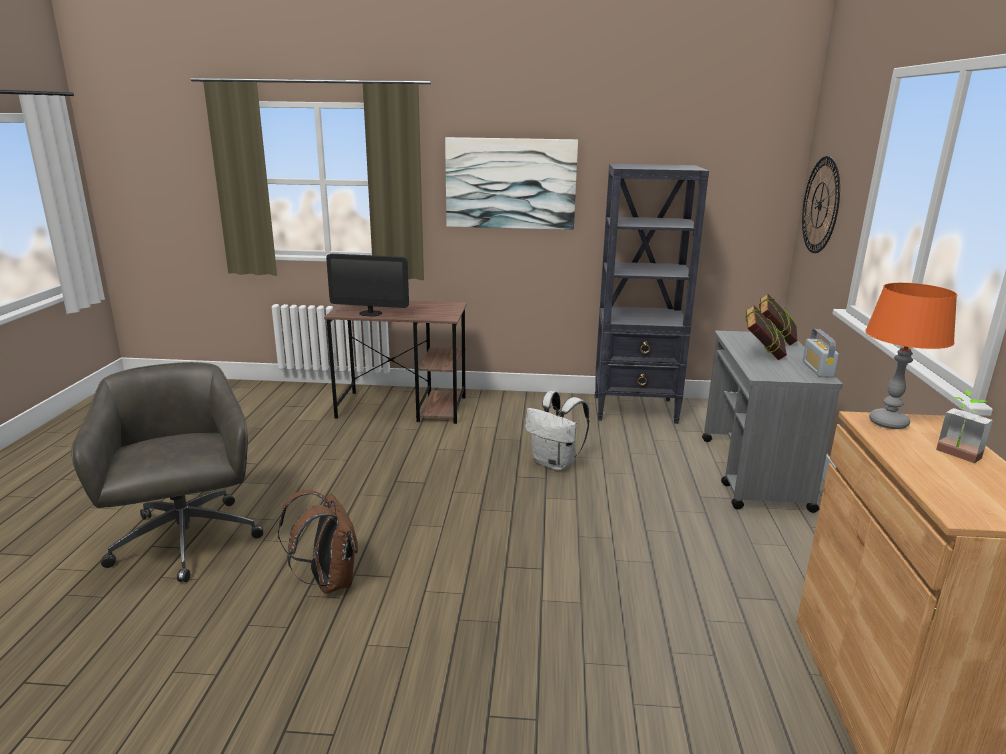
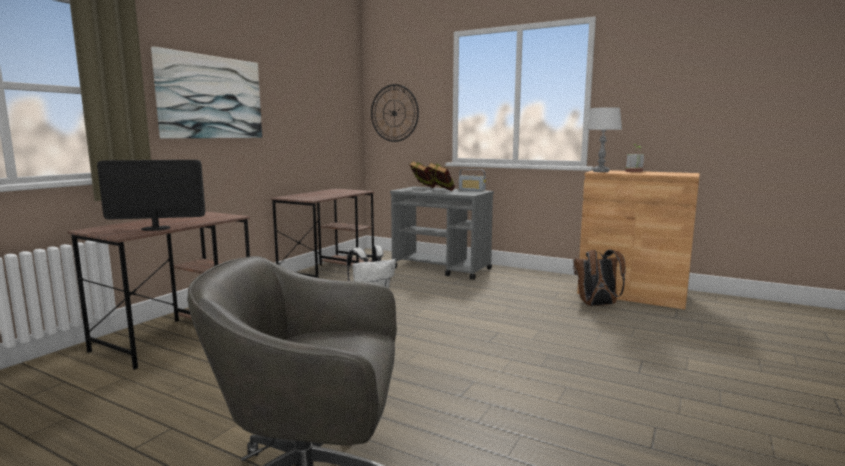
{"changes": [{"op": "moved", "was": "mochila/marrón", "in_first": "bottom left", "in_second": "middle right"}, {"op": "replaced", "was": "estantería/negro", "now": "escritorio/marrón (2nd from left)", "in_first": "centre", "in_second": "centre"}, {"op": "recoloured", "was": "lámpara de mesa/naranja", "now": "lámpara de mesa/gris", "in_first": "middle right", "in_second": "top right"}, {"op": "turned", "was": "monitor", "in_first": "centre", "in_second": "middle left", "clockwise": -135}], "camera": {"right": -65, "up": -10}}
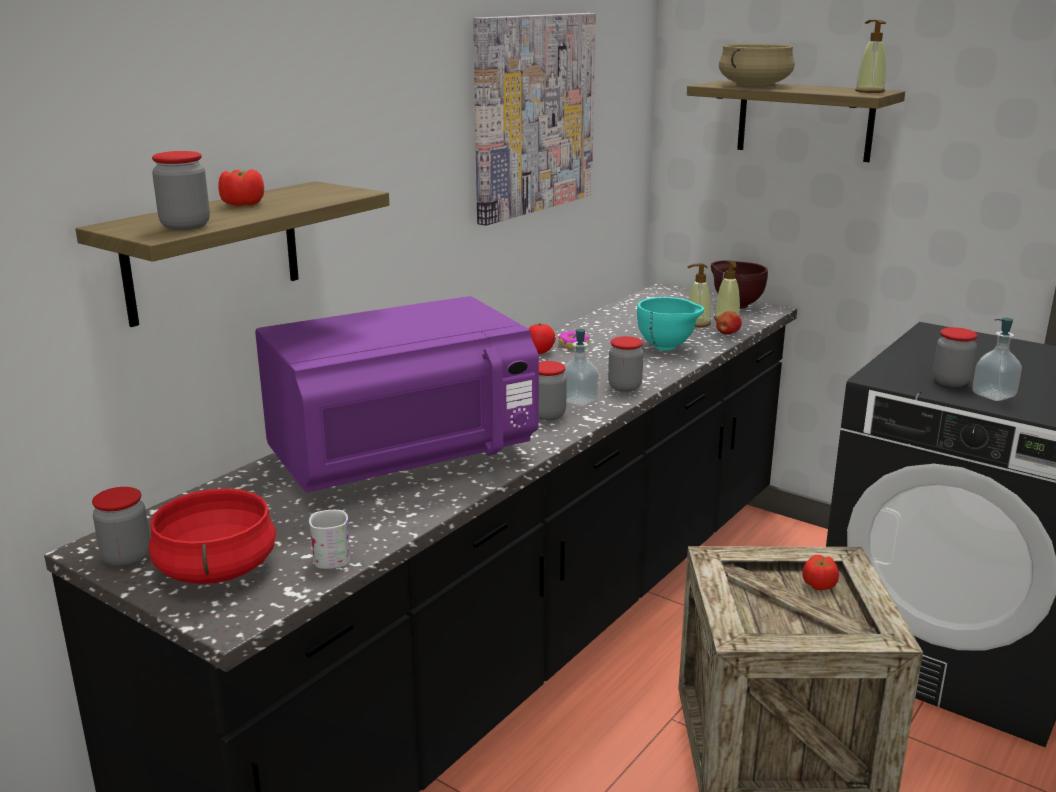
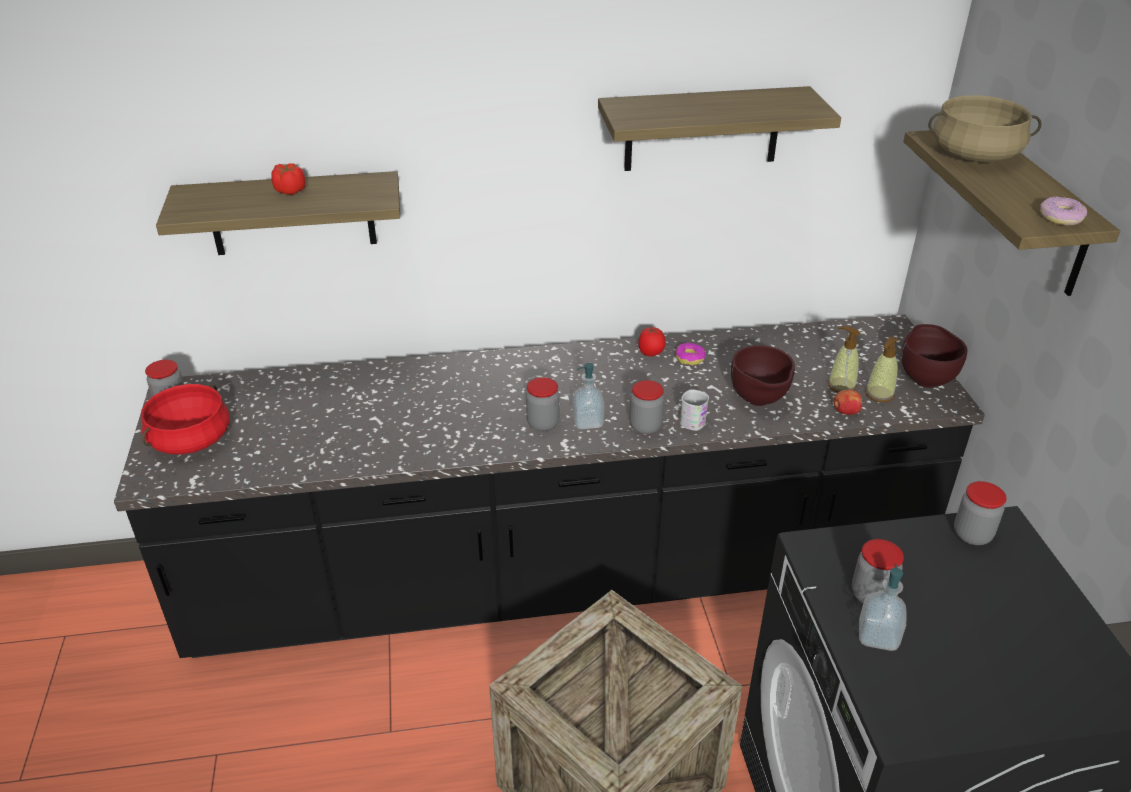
{"changes": [{"op": "removed", "was": "microondas/morado", "in_first": "centre"}, {"op": "removed", "was": "tomate (3rd from left)", "in_first": "bottom right"}, {"op": "moved", "was": "tarro (2nd from left in the first image)", "now": "tarro (5th from left)", "in_first": "top left", "in_second": "middle right"}, {"op": "moved", "was": "taza grande/blanco", "in_first": "bottom left", "in_second": "centre"}, {"op": "replaced", "was": "cuadro", "now": "estante (2nd from left)", "in_first": "top centre", "in_second": "top centre"}, {"op": "replaced", "was": "dispensador de jabón (4th from left)", "now": "rosquilla (2nd from left)", "in_first": "top right", "in_second": "top right"}, {"op": "recoloured", "was": "cuenco/turquesa", "now": "cuenco/marrón (1st from left)", "in_first": "centre", "in_second": "middle right"}], "camera": {"right": 45, "up": 15}}
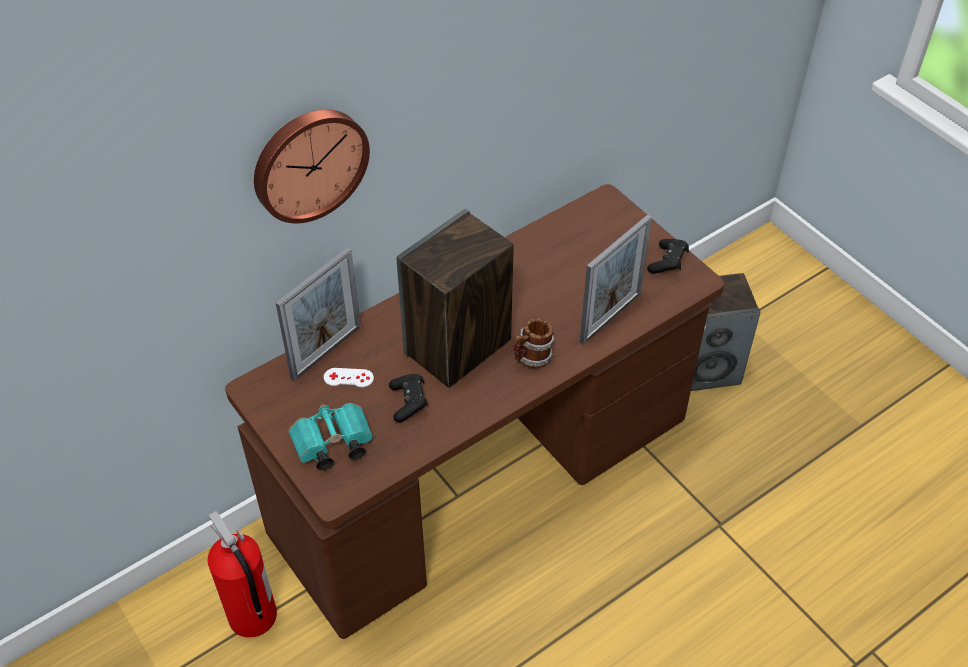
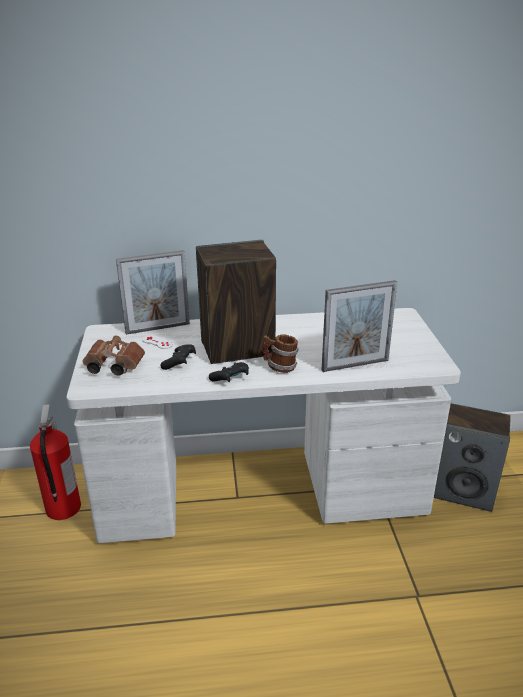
{"changes": [{"op": "removed", "was": "reloj de pared", "in_first": "top left"}, {"op": "moved", "was": "mando de consola/negro (2nd from left)", "in_first": "middle right", "in_second": "centre"}, {"op": "recoloured", "was": "escritorio/marrón", "now": "escritorio/blanco", "in_first": "centre", "in_second": "centre"}, {"op": "recoloured", "was": "prismáticos/turquesa", "now": "prismáticos/marrón", "in_first": "centre", "in_second": "middle left"}], "camera": {"right": 30, "up": -20}}
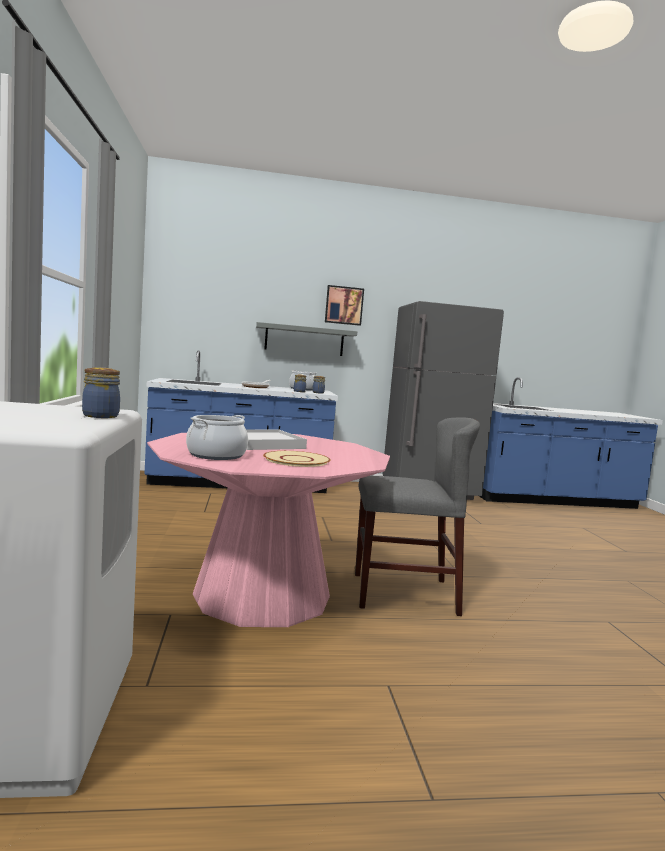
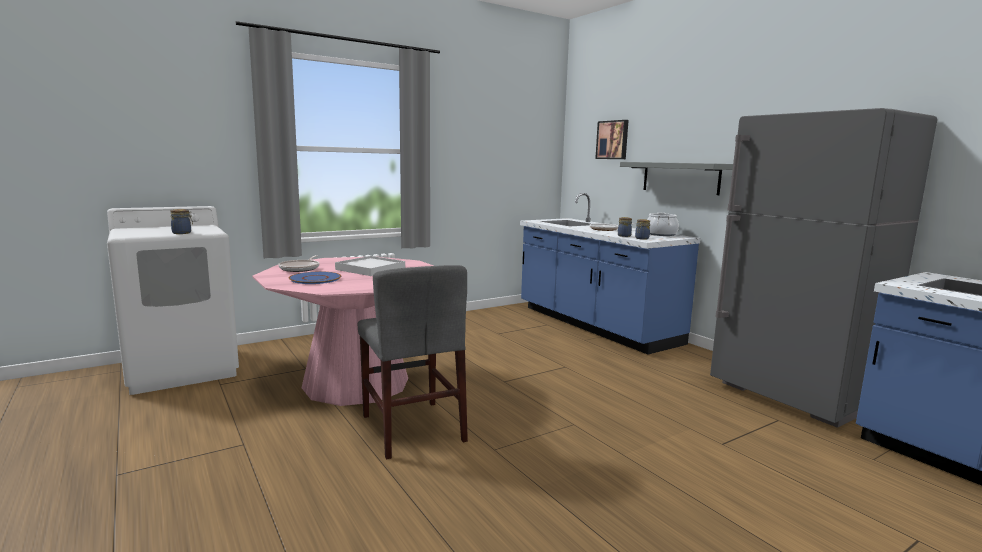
{"changes": [{"op": "moved", "was": "cuadro", "in_first": "centre", "in_second": "top centre"}, {"op": "replaced", "was": "olla (1st from left)", "now": "sartén (1st from left)", "in_first": "middle left", "in_second": "middle left"}, {"op": "recoloured", "was": "plato/beis", "now": "plato/azul", "in_first": "centre", "in_second": "middle left"}], "camera": {"right": 65, "up": 5}}
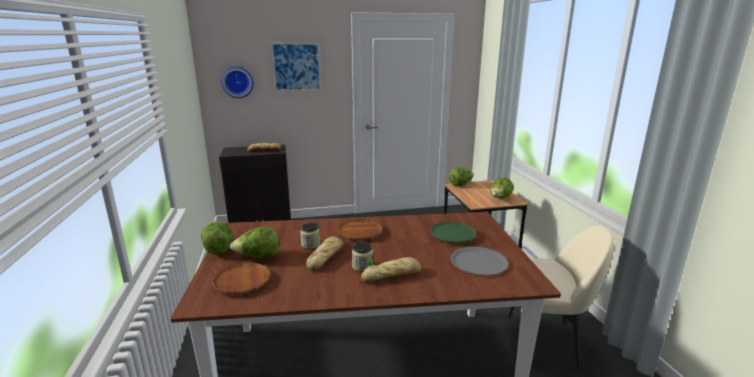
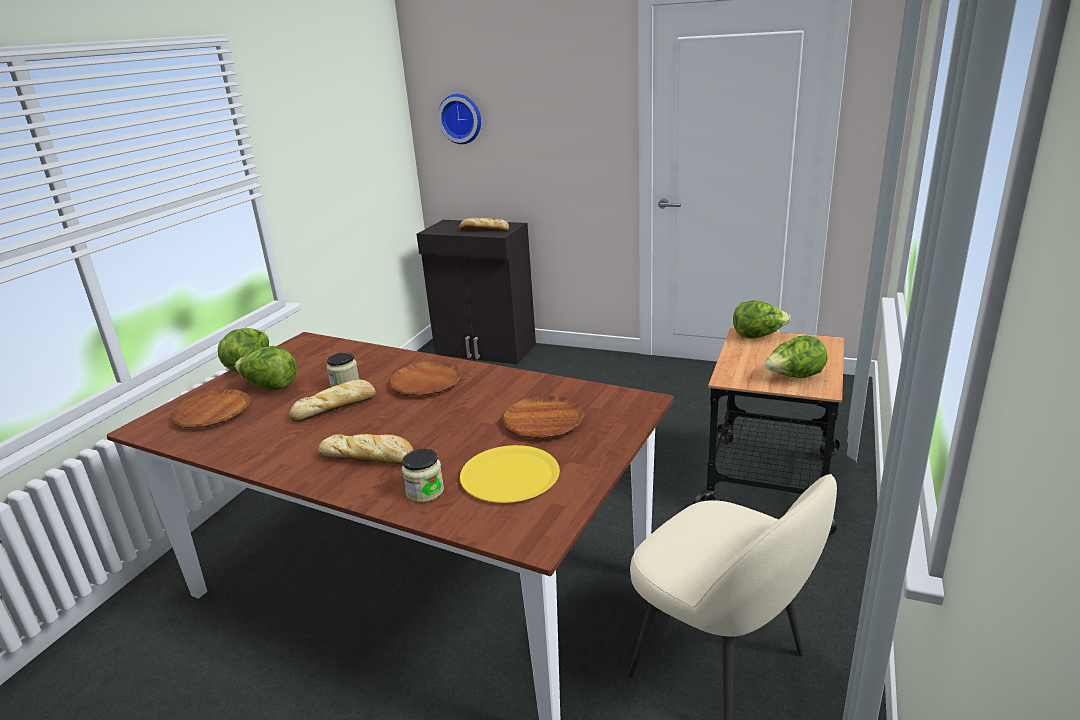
{"changes": [{"op": "removed", "was": "cuadro", "in_first": "top centre"}, {"op": "moved", "was": "tarro (2nd from left)", "in_first": "bottom centre", "in_second": "centre"}, {"op": "recoloured", "was": "plato/verde", "now": "plato/marrón (3rd from left)", "in_first": "centre", "in_second": "centre"}, {"op": "recoloured", "was": "plato/gris", "now": "plato/amarillo", "in_first": "bottom centre", "in_second": "centre"}], "camera": {"right": 35, "up": 5}}
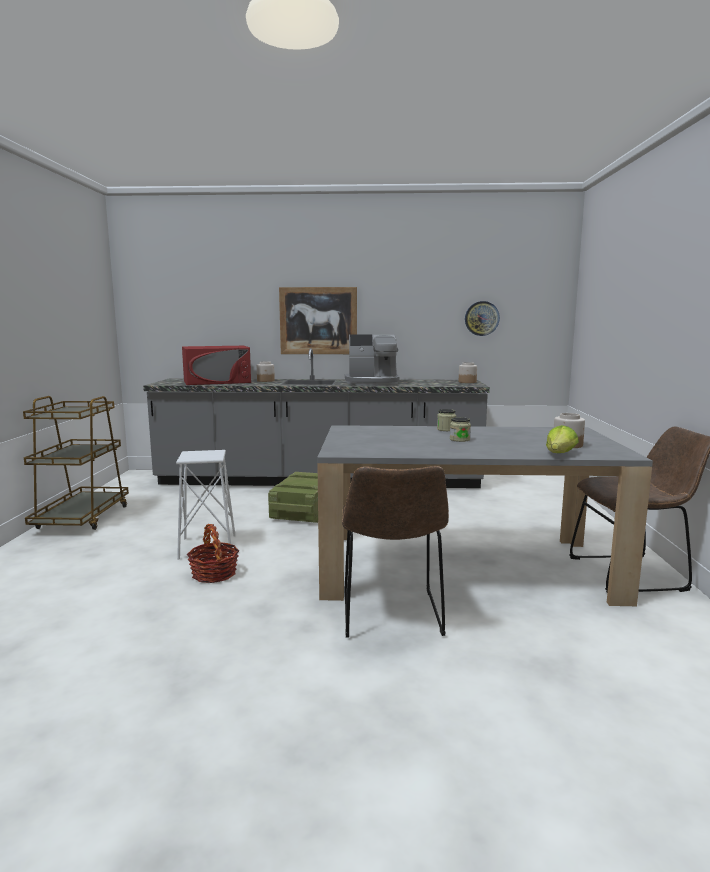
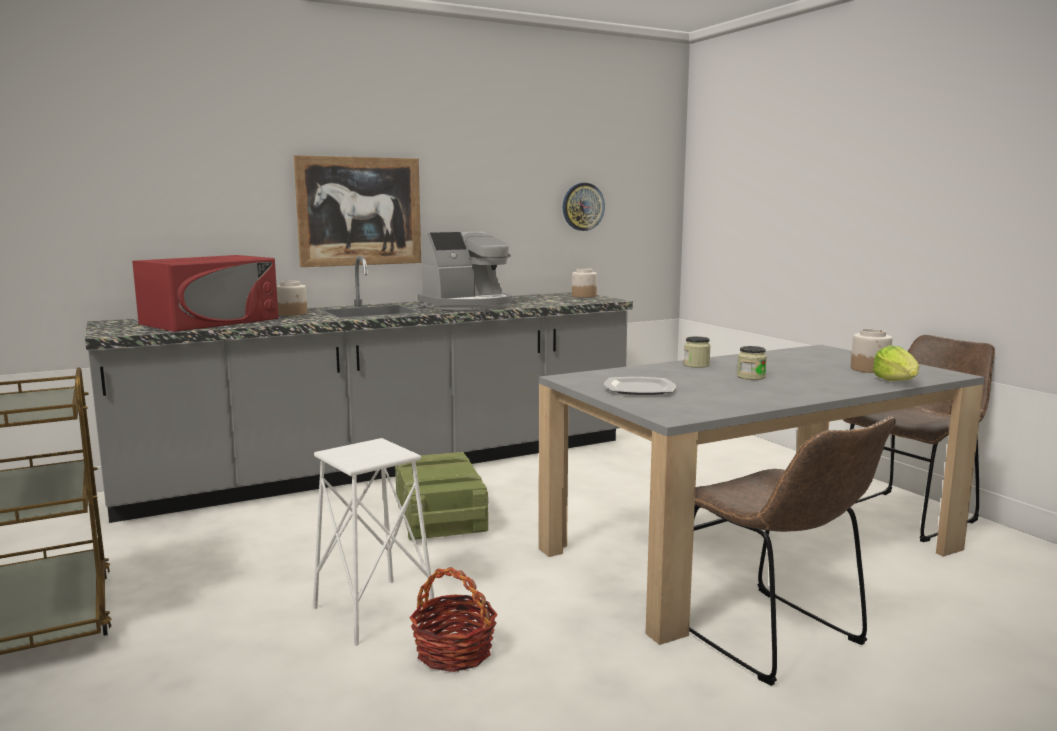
{"changes": [{"op": "added", "now": "plato", "in_second": "centre"}], "camera": {"right": -30, "up": 0}}
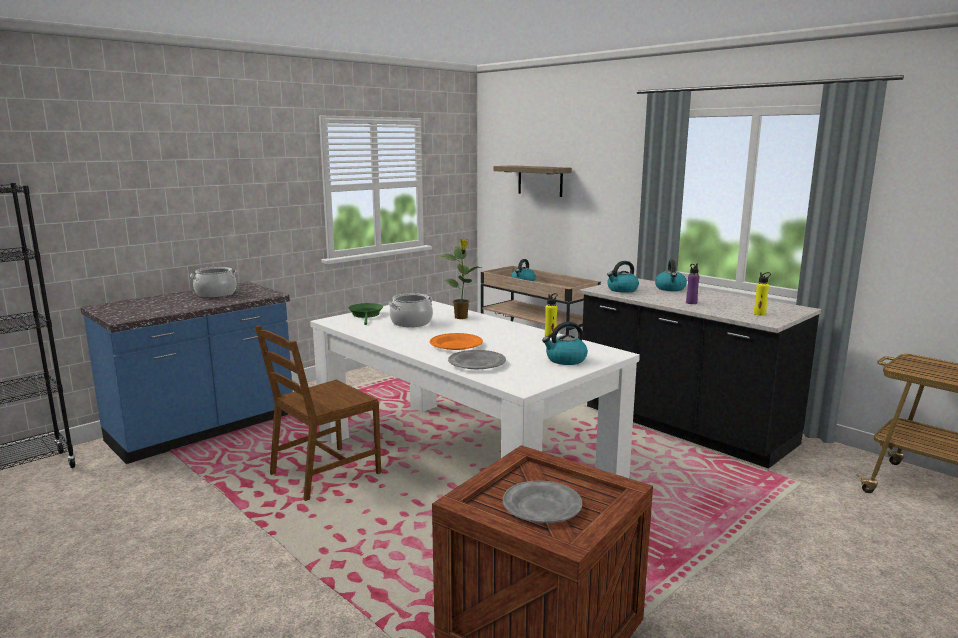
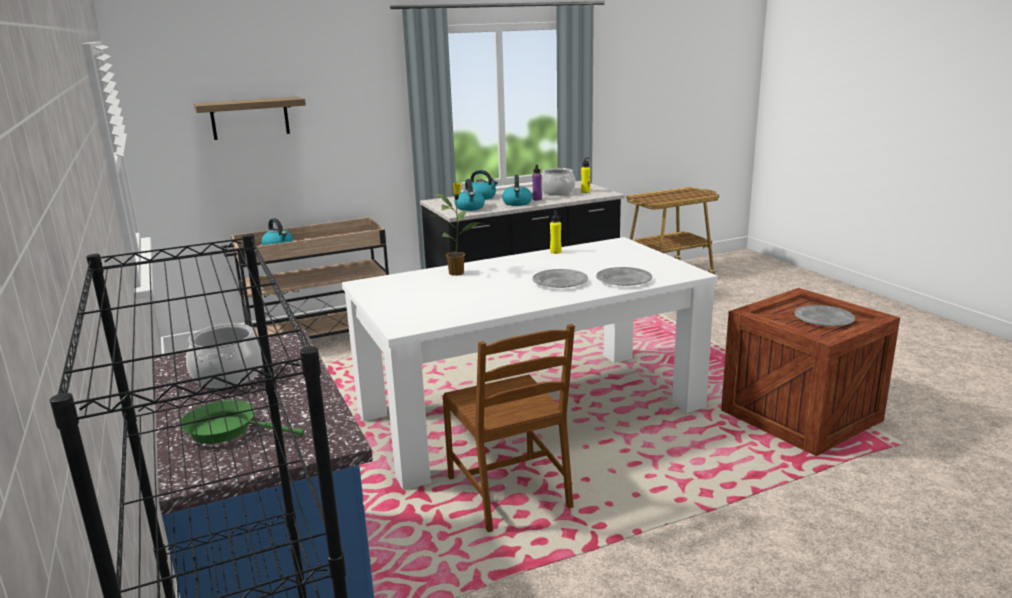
{"changes": [{"op": "moved", "was": "sartén/verde", "in_first": "centre", "in_second": "bottom left"}, {"op": "moved", "was": "olla (2nd from left)", "in_first": "centre", "in_second": "top centre"}, {"op": "moved", "was": "hervidor (2nd from left in the first image)", "now": "hervidor (4th from left)", "in_first": "centre", "in_second": "top centre"}, {"op": "recoloured", "was": "plato/naranja", "now": "plato/gris (1st from left)", "in_first": "centre", "in_second": "centre"}], "camera": {"right": -70, "up": 5}}
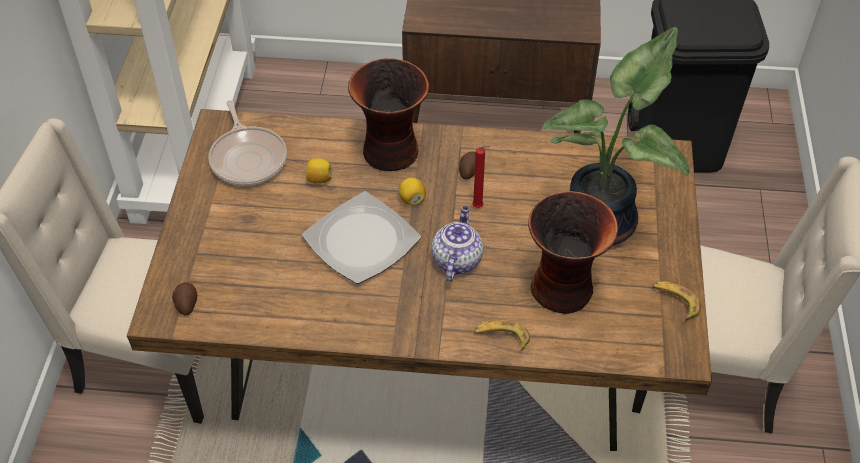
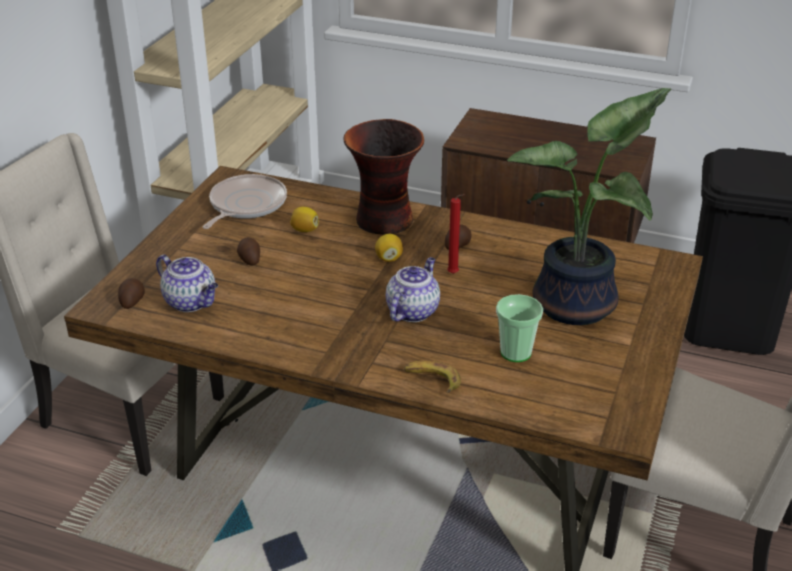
{"changes": [{"op": "removed", "was": "plato", "in_first": "centre"}, {"op": "removed", "was": "plátano (2nd from left)", "in_first": "middle right"}, {"op": "added", "now": "tetera (1st from left)", "in_second": "middle left"}, {"op": "added", "now": "patata (2nd from left)", "in_second": "middle left"}, {"op": "replaced", "was": "florero (2nd from left)", "now": "taza", "in_first": "centre", "in_second": "centre"}, {"op": "turned", "was": "sartén", "in_first": "top left", "in_second": "middle left", "clockwise": -150}], "camera": {"right": 15, "up": -15}}
